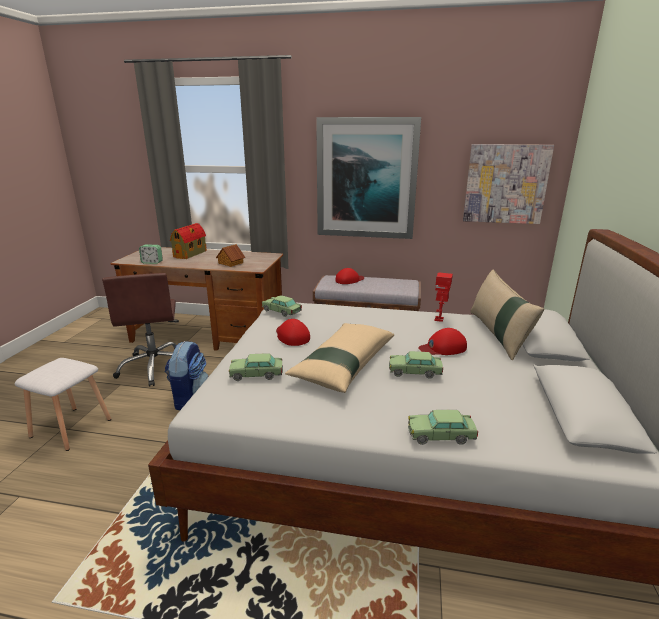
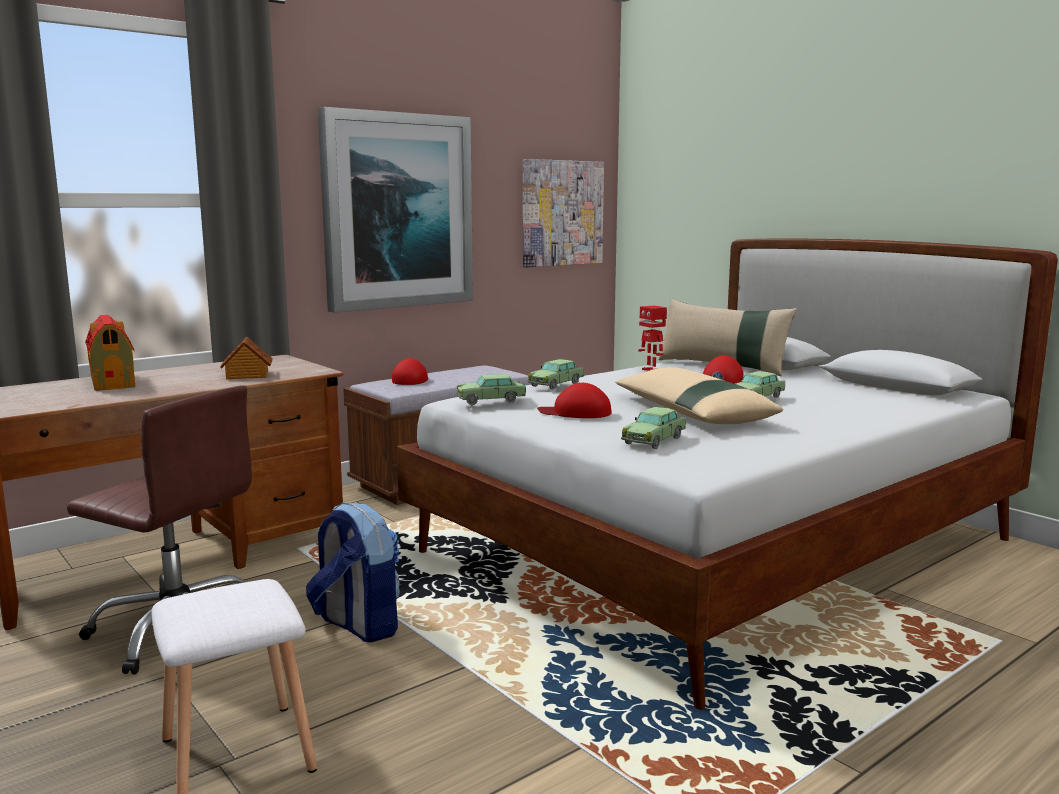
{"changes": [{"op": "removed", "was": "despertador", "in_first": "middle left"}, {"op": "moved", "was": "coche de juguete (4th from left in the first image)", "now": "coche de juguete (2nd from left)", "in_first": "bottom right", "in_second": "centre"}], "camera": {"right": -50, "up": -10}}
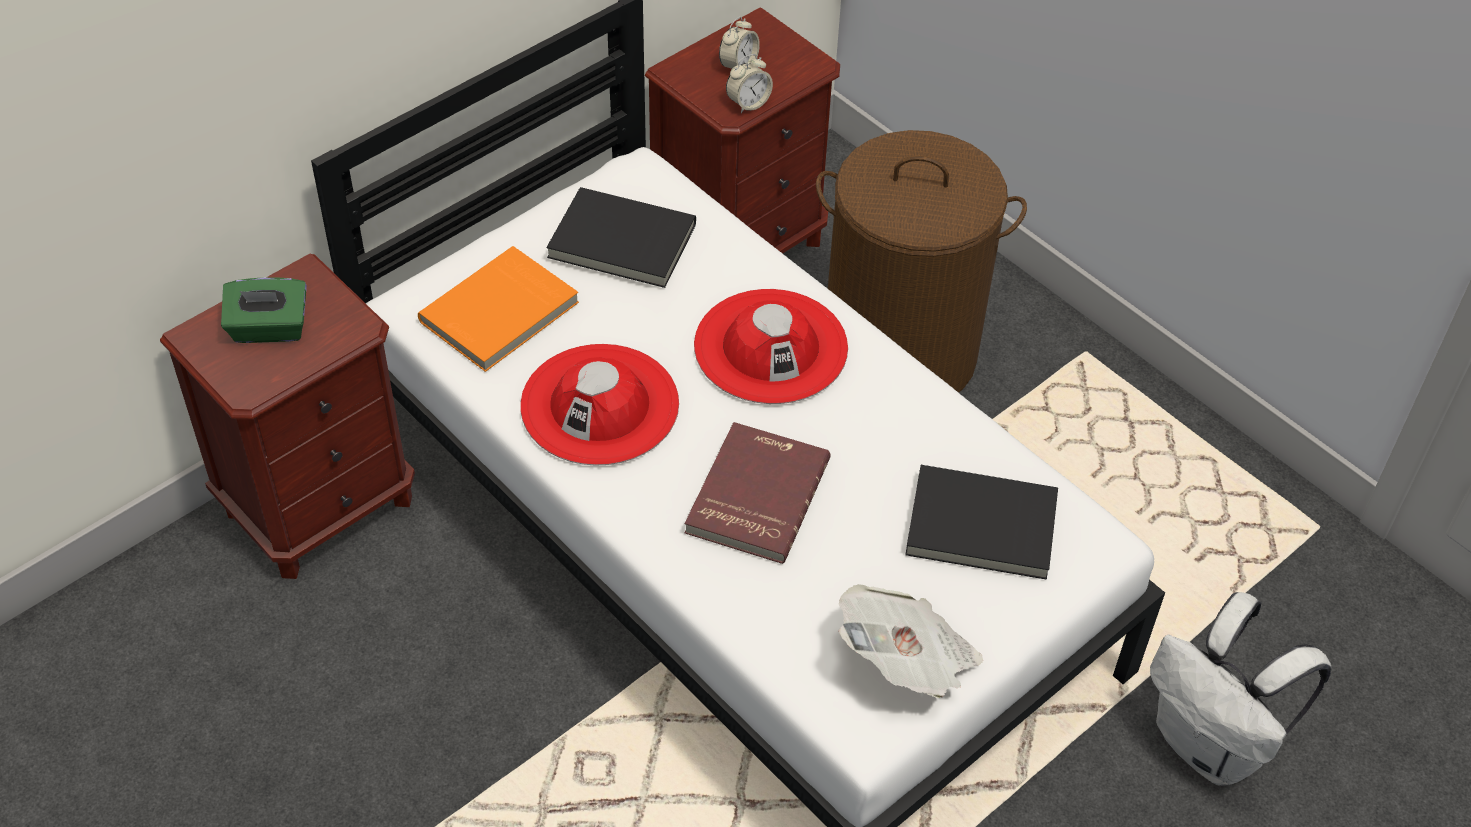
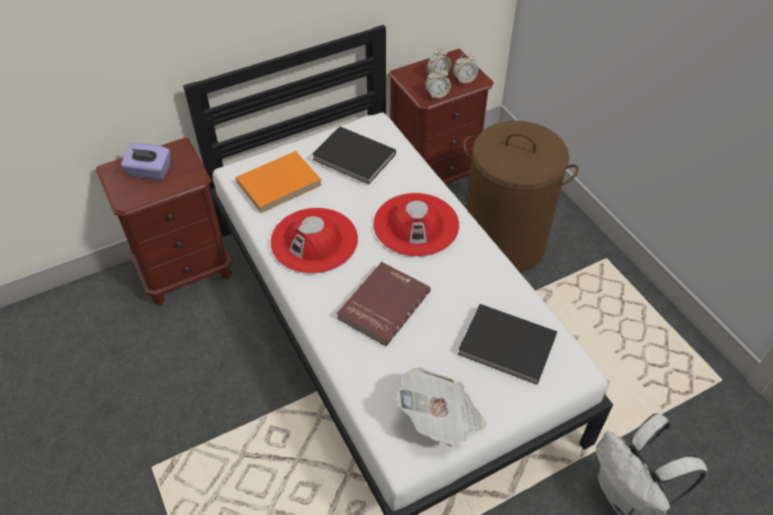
{"changes": [{"op": "added", "now": "despertador (3rd from left)", "in_second": "top centre"}, {"op": "recoloured", "was": "caja de pañuelos/verde", "now": "caja de pañuelos/morado", "in_first": "middle left", "in_second": "top left"}], "camera": {"right": 15, "up": 0}}
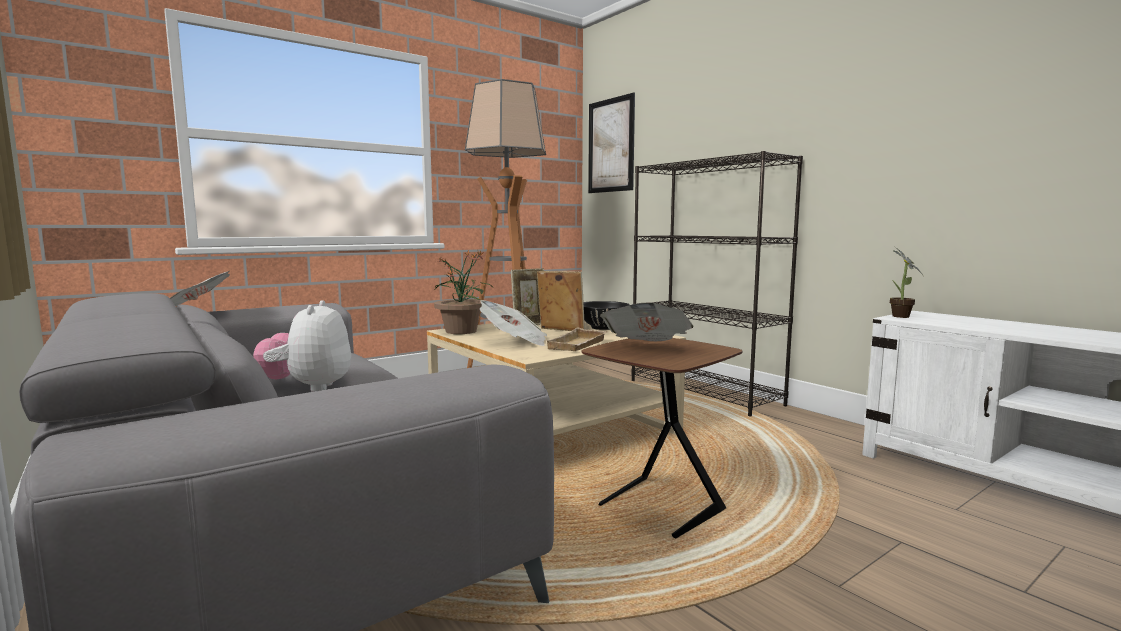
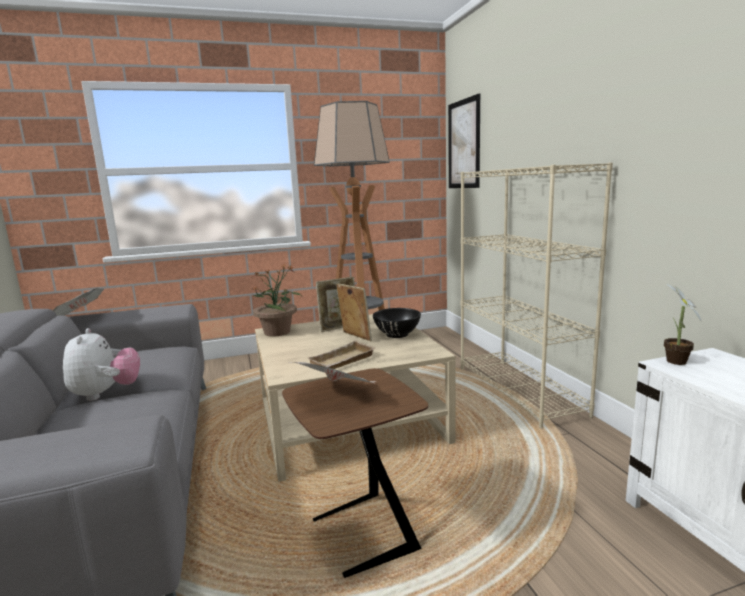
{"changes": [{"op": "removed", "was": "periódico (2nd from left)", "in_first": "centre"}, {"op": "recoloured", "was": "estantería/negro", "now": "estantería/beis", "in_first": "centre", "in_second": "middle right"}, {"op": "turned", "was": "peluche", "in_first": "middle left", "in_second": "middle left", "clockwise": 150}], "camera": {"right": 20, "up": 5}}
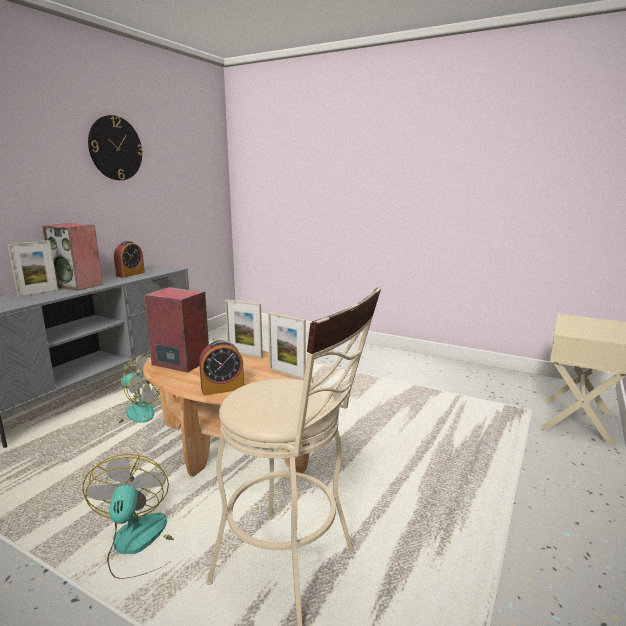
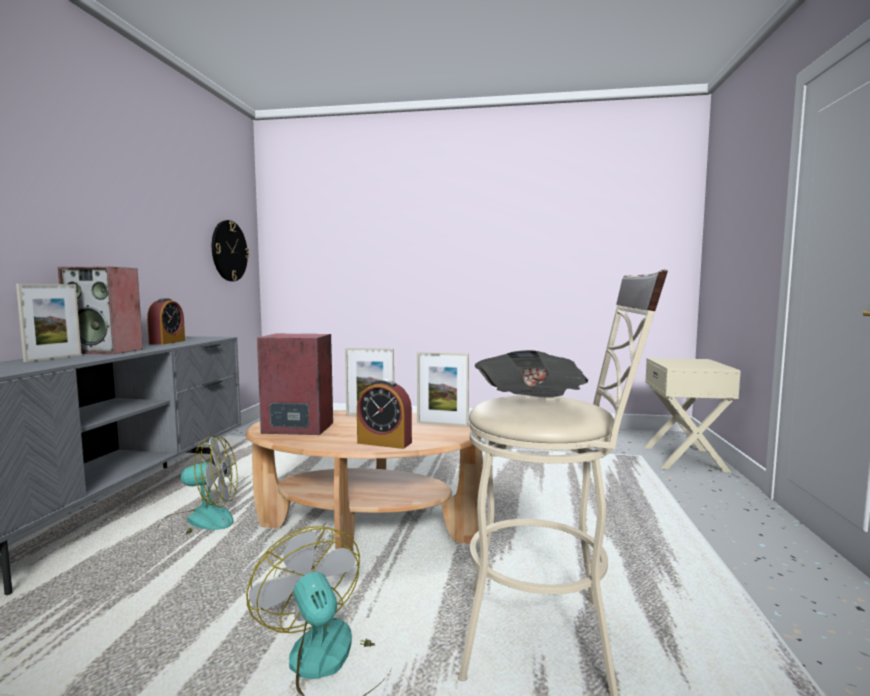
{"changes": [{"op": "added", "now": "periódico", "in_second": "centre"}, {"op": "moved", "was": "reloj de pared", "in_first": "top left", "in_second": "middle left"}, {"op": "turned", "was": "despertador (2nd from left)", "in_first": "centre", "in_second": "centre", "clockwise": 60}], "camera": {"right": -20, "up": -10}}
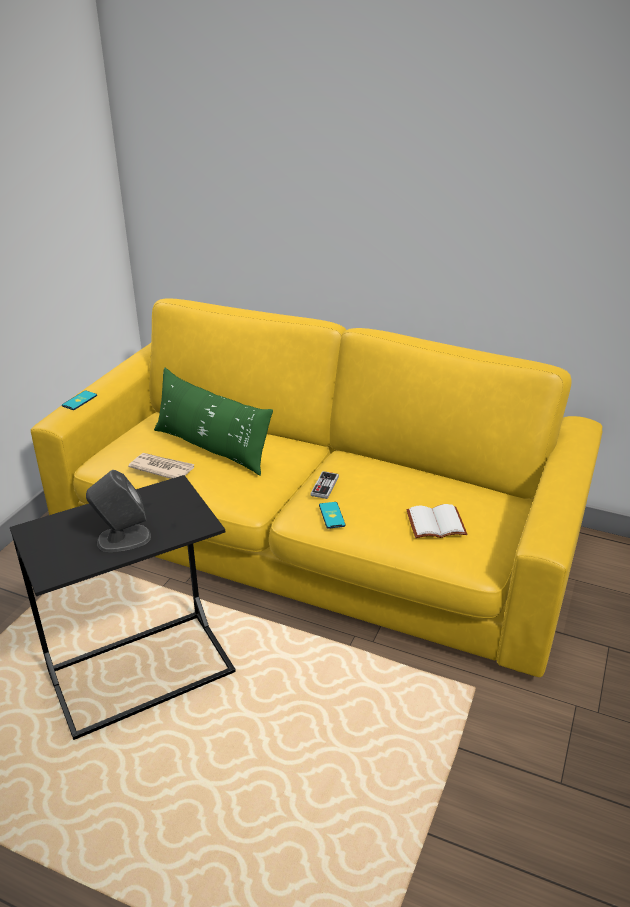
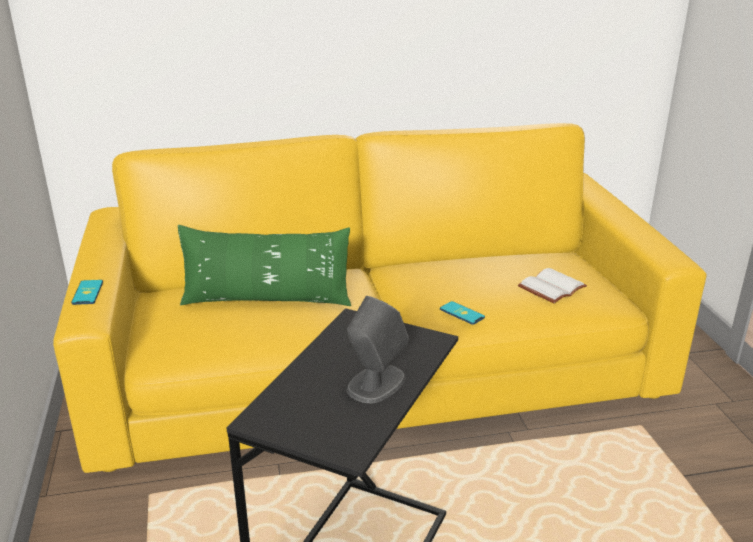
{"changes": [{"op": "removed", "was": "periódico", "in_first": "middle left"}, {"op": "removed", "was": "mando de consola", "in_first": "centre"}], "camera": {"right": -35, "up": -5}}
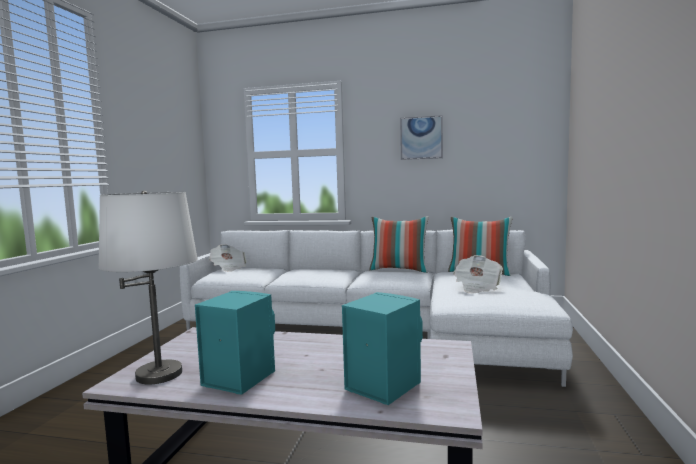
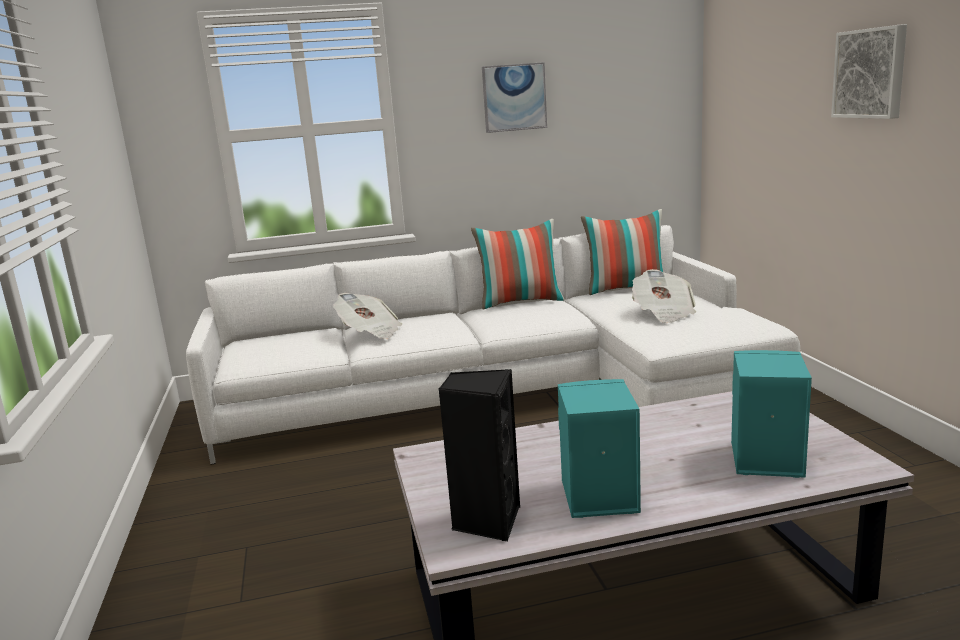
{"changes": [{"op": "added", "now": "cuadro (2nd from left)", "in_second": "top right"}, {"op": "moved", "was": "periódico (1st from left)", "in_first": "middle left", "in_second": "centre"}, {"op": "replaced", "was": "lámpara de mesa/blanco", "now": "altavoz/negro", "in_first": "middle left", "in_second": "bottom centre"}], "camera": {"right": -25, "up": 10}}
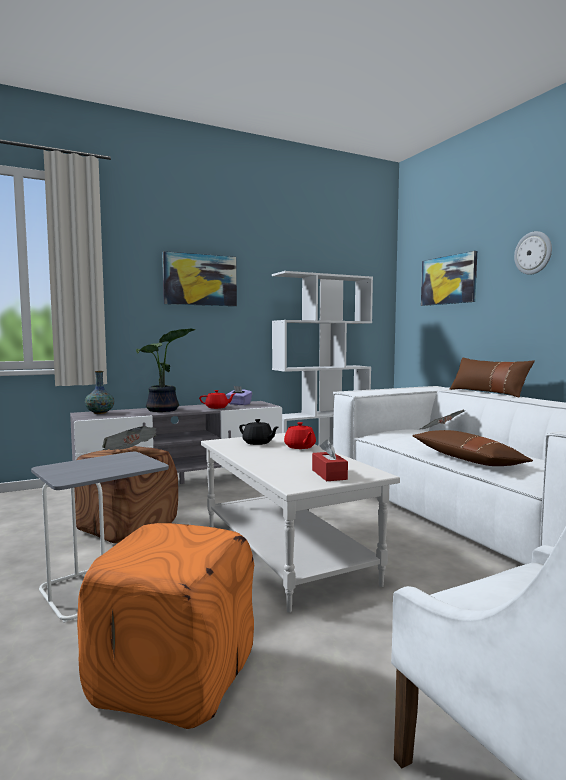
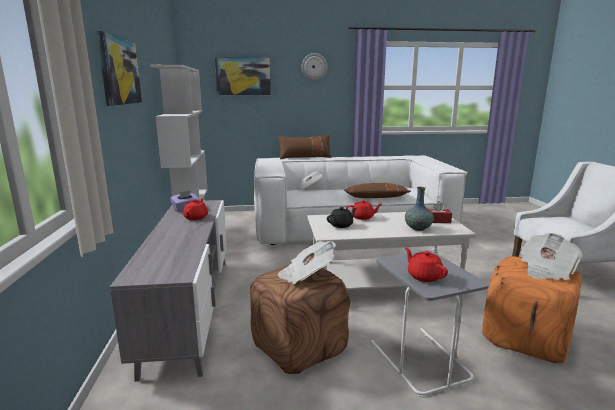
{"changes": [{"op": "removed", "was": "planta en maceta", "in_first": "middle left"}, {"op": "added", "now": "tetera/rojo (3rd from left)", "in_second": "middle right"}, {"op": "added", "now": "periódico (3rd from left)", "in_second": "middle right"}, {"op": "moved", "was": "florero", "in_first": "middle left", "in_second": "middle right"}], "camera": {"right": -70, "up": 10}}
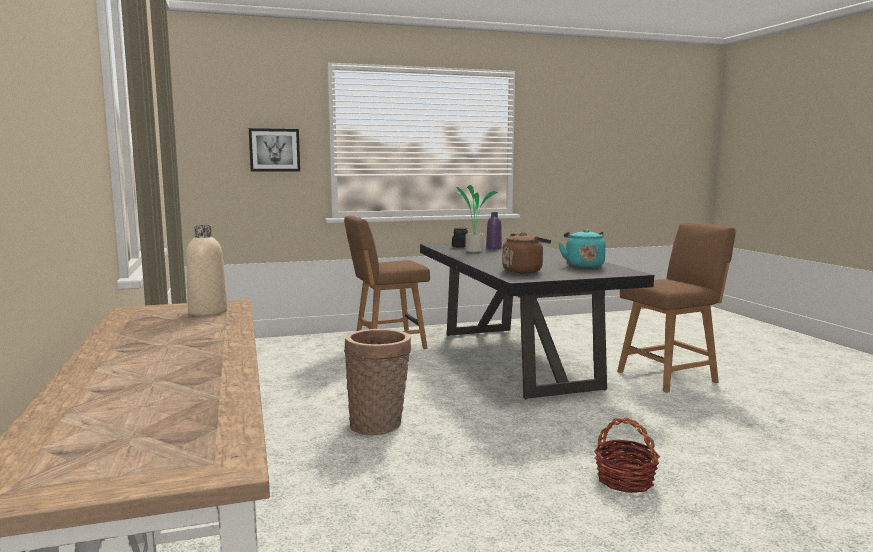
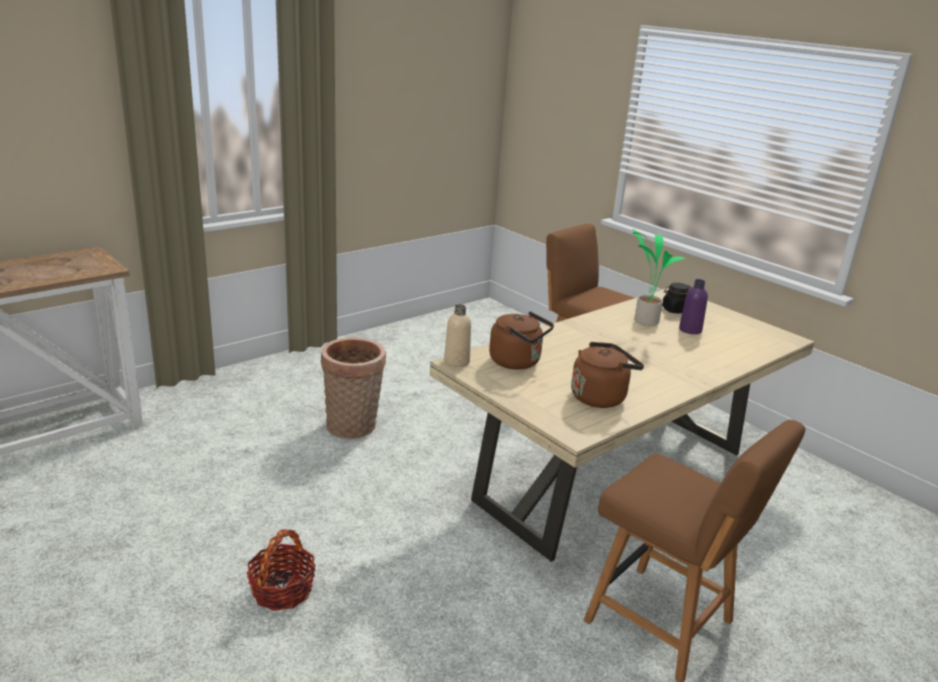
{"changes": [{"op": "removed", "was": "cuadro", "in_first": "top left"}, {"op": "moved", "was": "botella/beis", "in_first": "middle left", "in_second": "centre"}, {"op": "recoloured", "was": "mesa de comedor/negro", "now": "mesa de comedor/beis", "in_first": "centre", "in_second": "centre"}, {"op": "recoloured", "was": "hervidor/turquesa", "now": "hervidor/marrón (2nd from left)", "in_first": "middle right", "in_second": "centre"}], "camera": {"right": 65, "up": 15}}
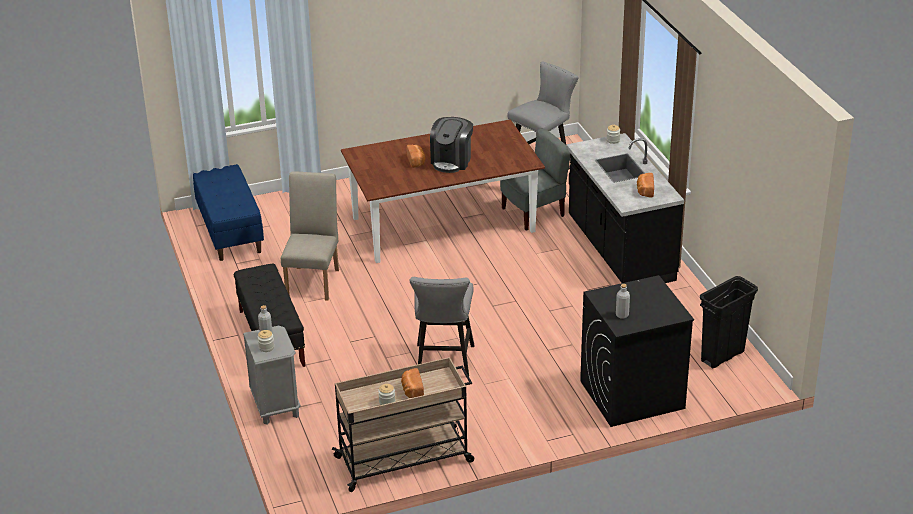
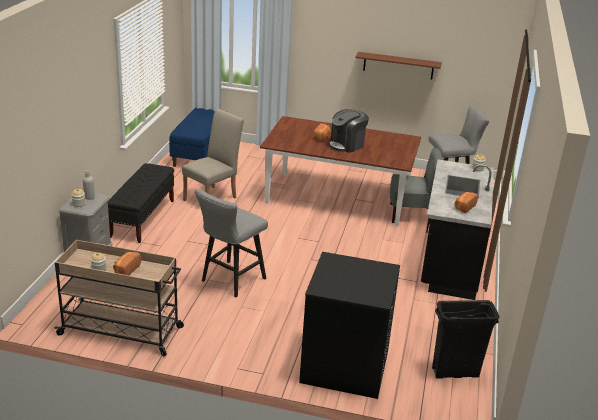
{"changes": [{"op": "removed", "was": "botella/gris (2nd from left)", "in_first": "middle right"}, {"op": "added", "now": "estante/marrón", "in_second": "top centre"}], "camera": {"right": 30, "up": -5}}
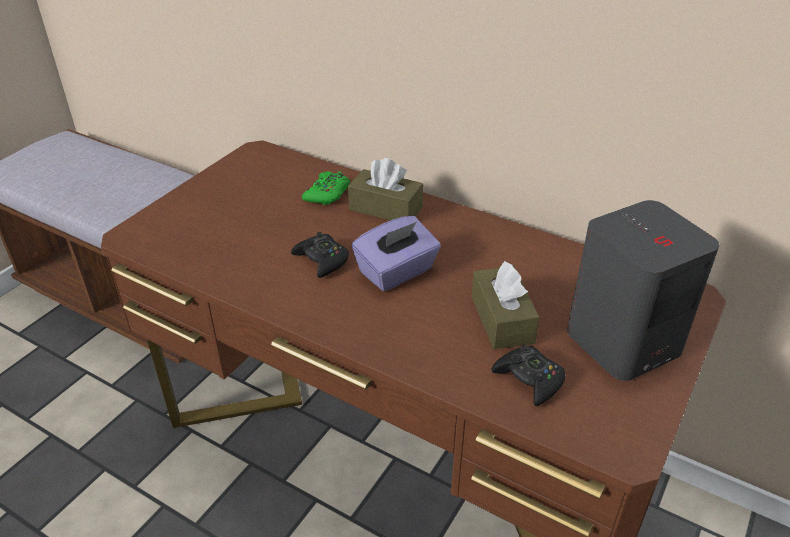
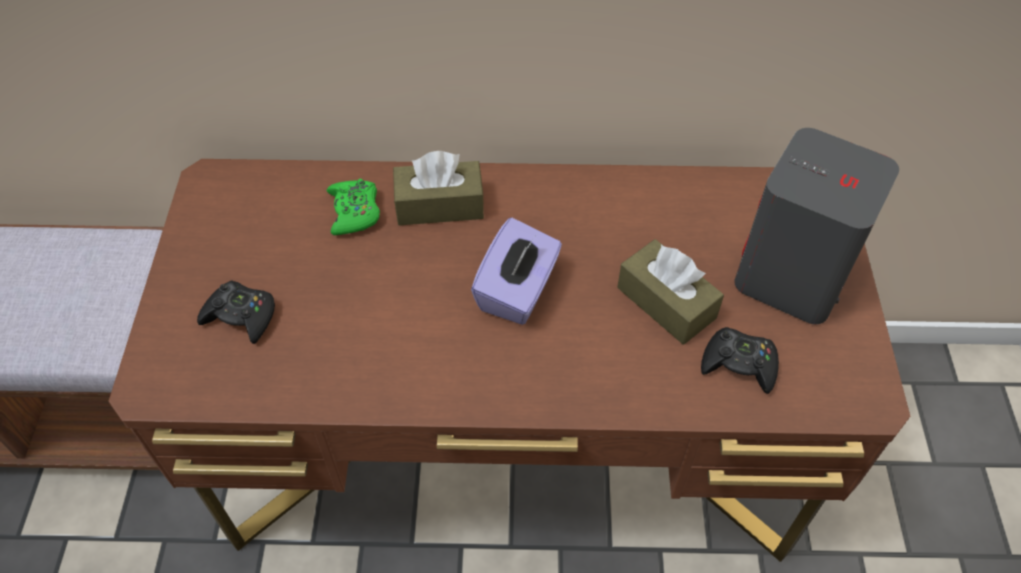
{"changes": [{"op": "moved", "was": "mando de consola/negro (1st from left)", "in_first": "centre", "in_second": "middle left"}], "camera": {"right": -30, "up": 15}}
